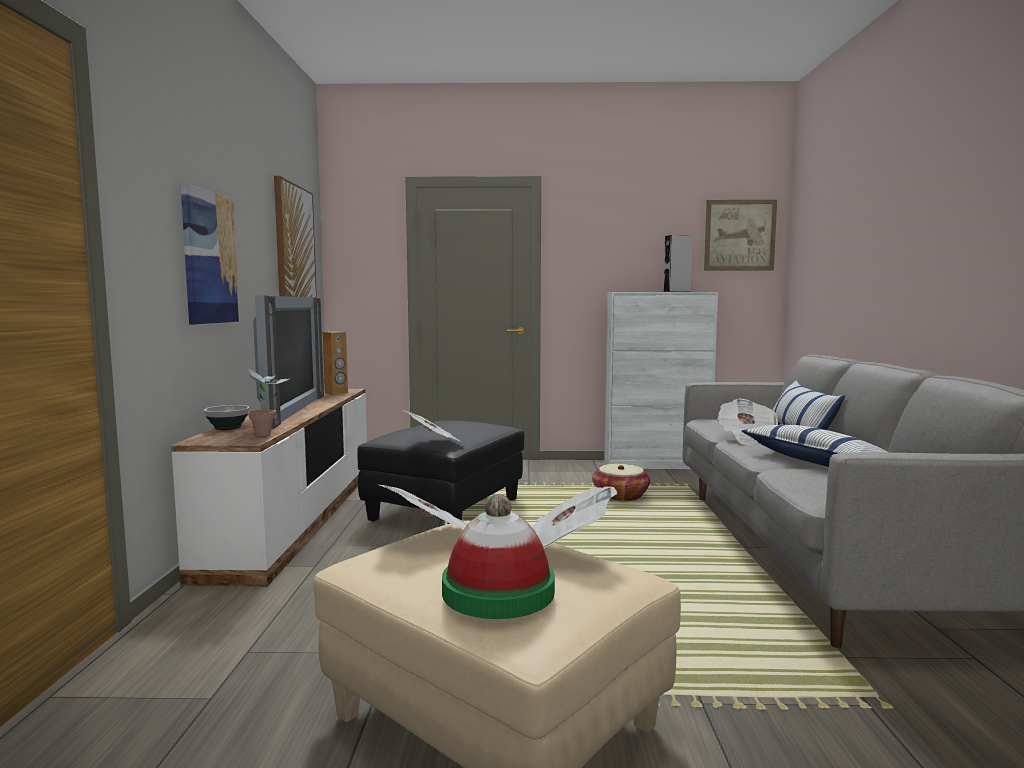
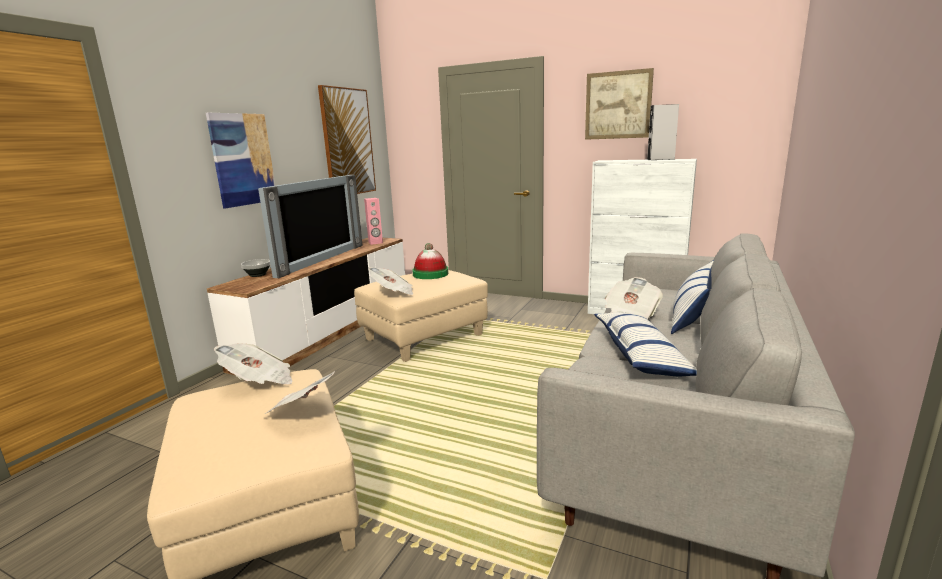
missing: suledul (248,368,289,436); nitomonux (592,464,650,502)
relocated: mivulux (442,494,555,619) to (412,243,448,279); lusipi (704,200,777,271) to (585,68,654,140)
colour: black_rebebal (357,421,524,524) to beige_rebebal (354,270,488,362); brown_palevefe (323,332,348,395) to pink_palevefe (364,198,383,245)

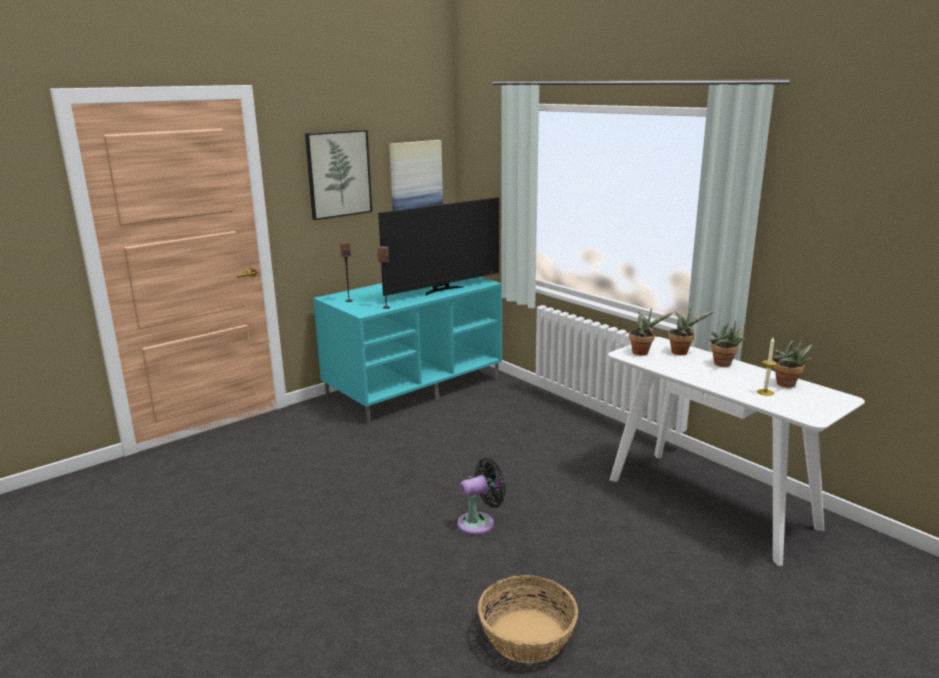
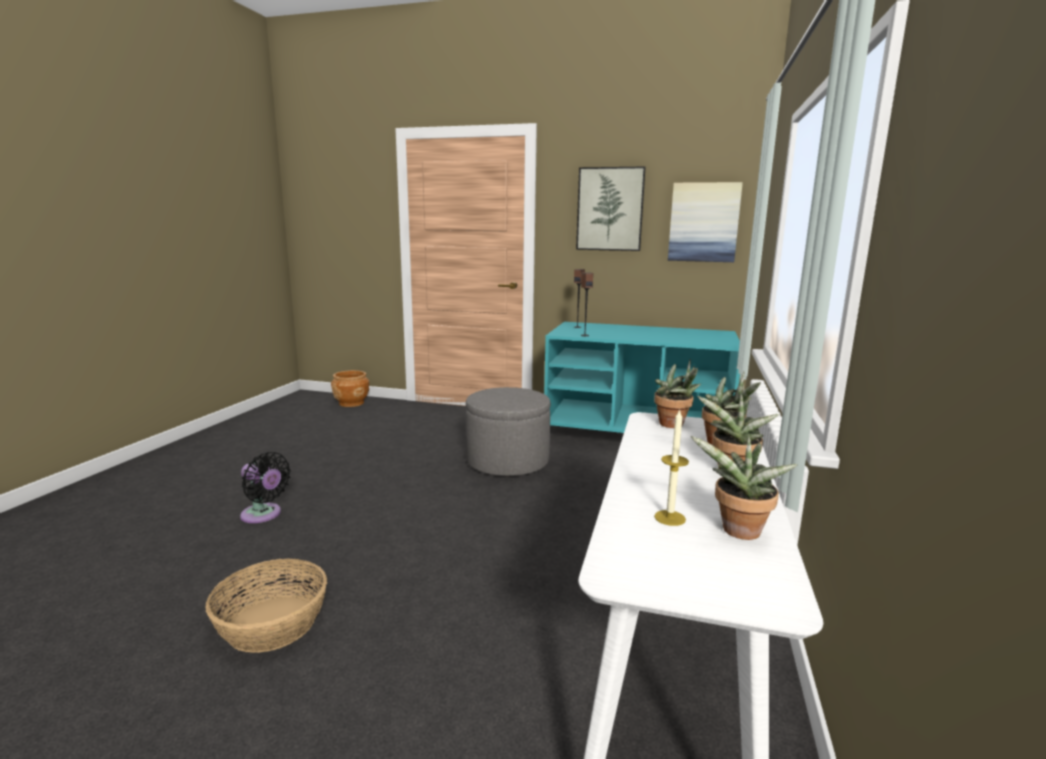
missing: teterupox (378,197,499,296)
appeared: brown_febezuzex (331,370,369,407); grey_rebebal (466,387,551,476)
relocated: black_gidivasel (457,458,506,535) to (240,452,291,523)

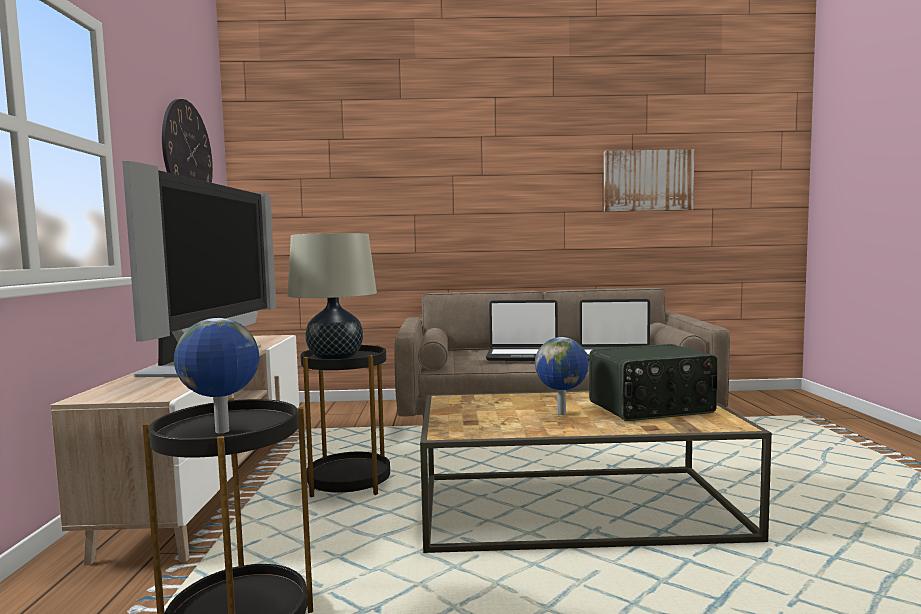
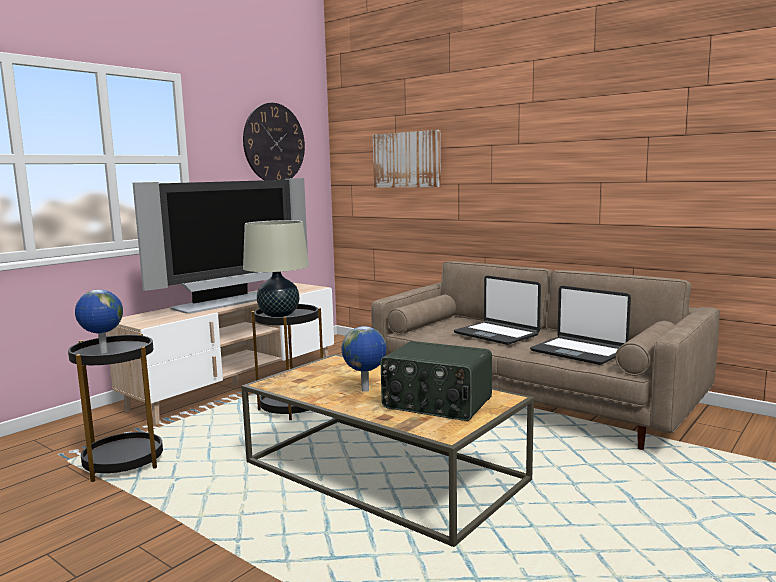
relocated: lusipi (604,149,694,212) to (373,130,441,188)

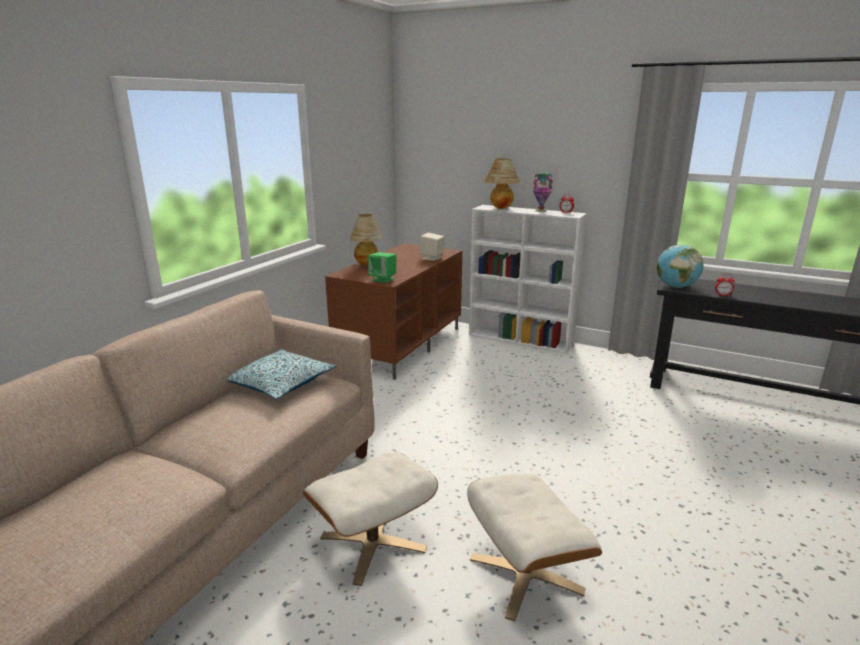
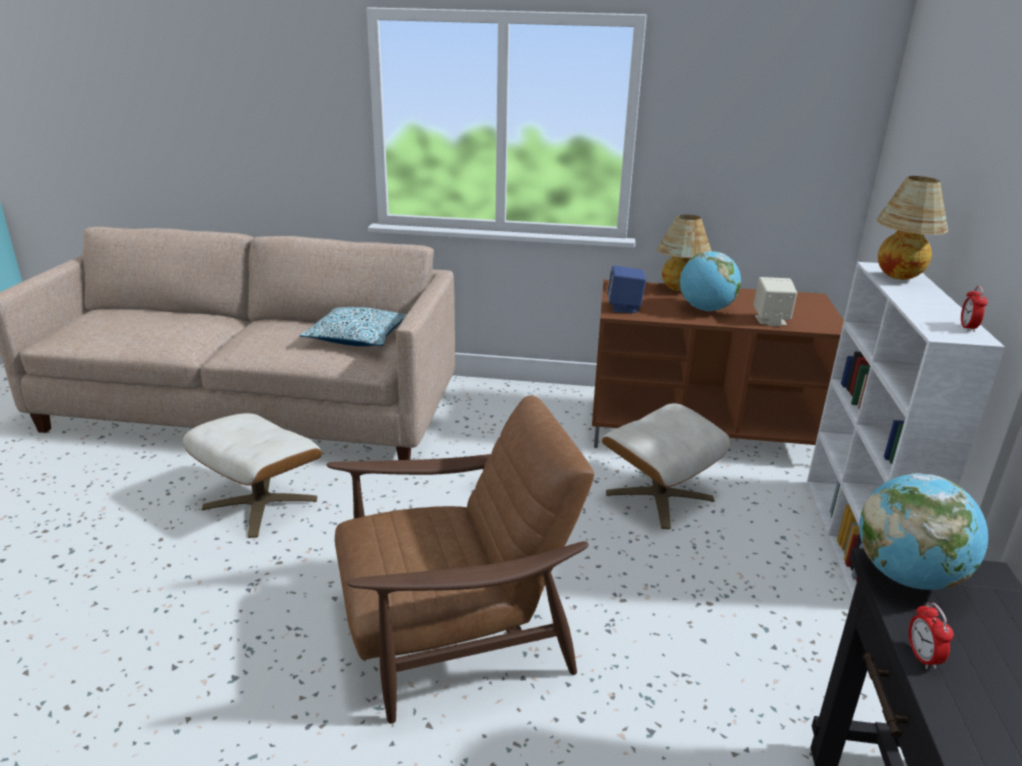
missing: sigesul (533,173,553,212)
appeared: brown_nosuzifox (326,395,594,724); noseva (680,251,741,311)
relocated: beige_rebebal (467,474,602,621) to (602,403,731,529)
colour: green_palevefe (368,252,396,283) to blue_palevefe (607,266,646,313)

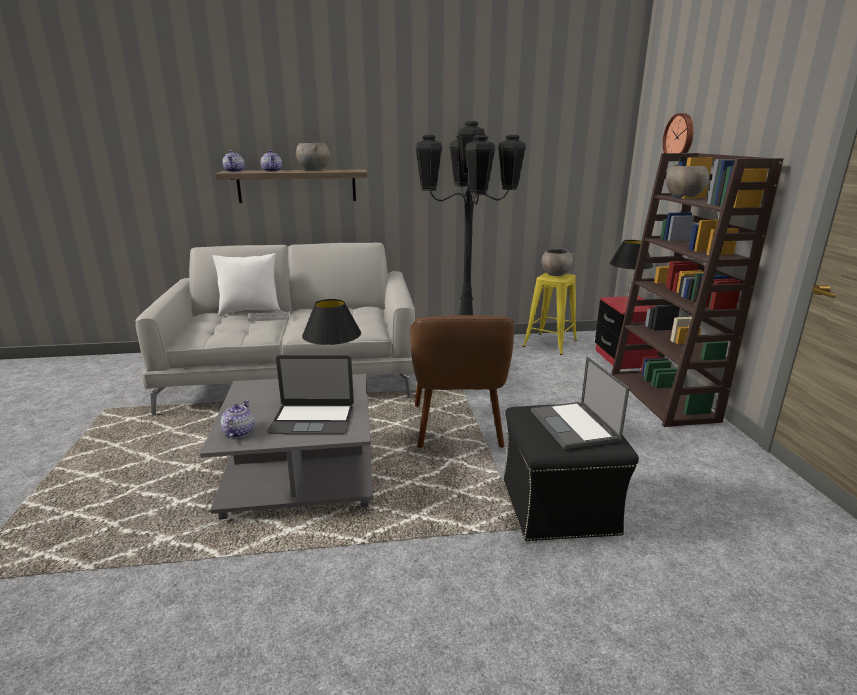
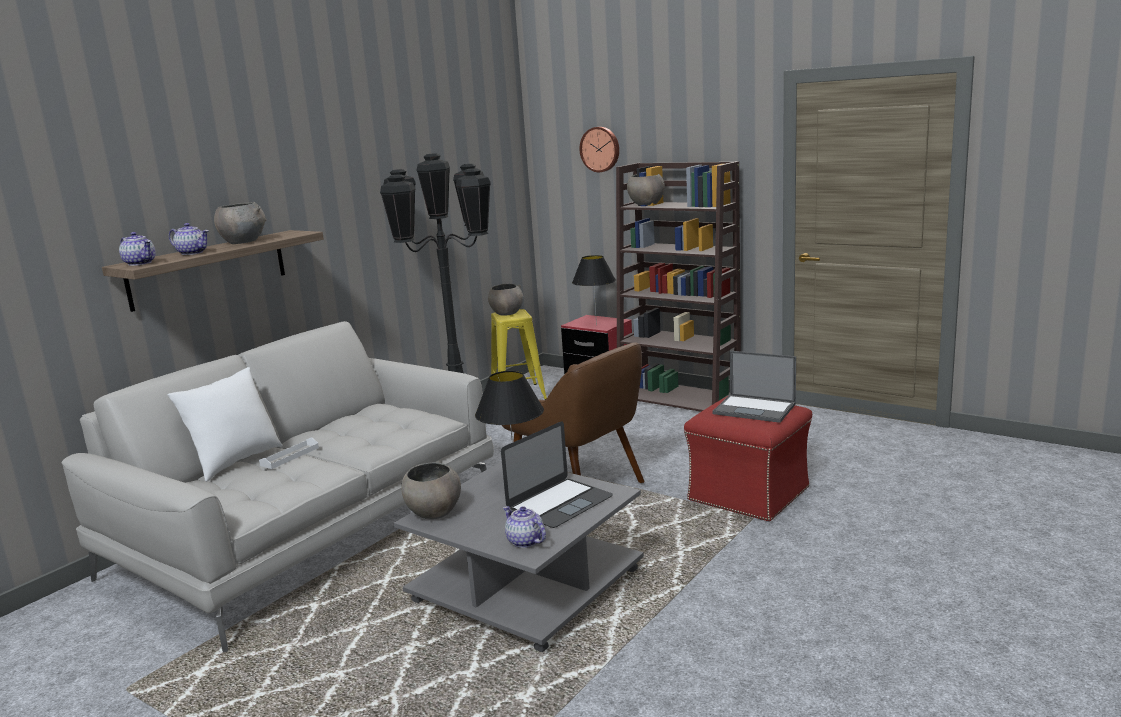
appeared: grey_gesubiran (401,461,461,520)
colour: black_rebebal (503,404,639,541) to red_rebebal (684,396,812,522)

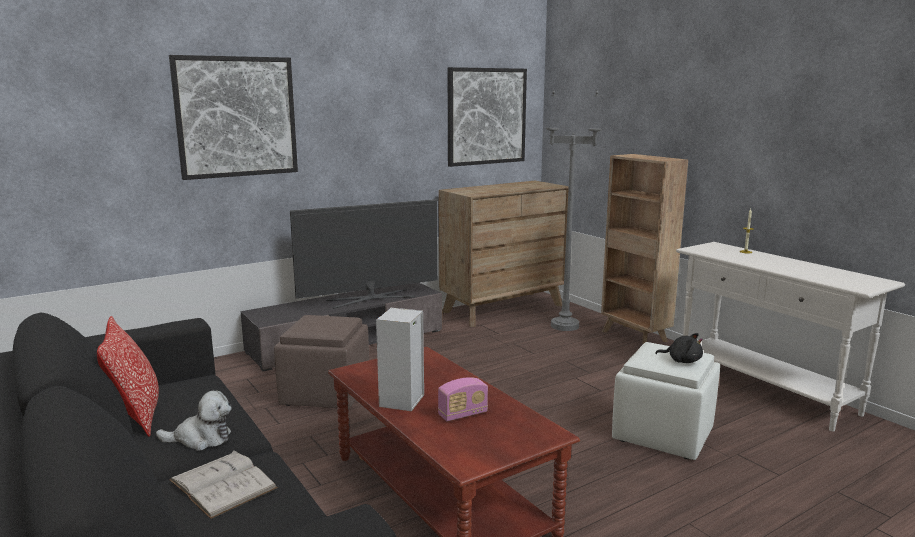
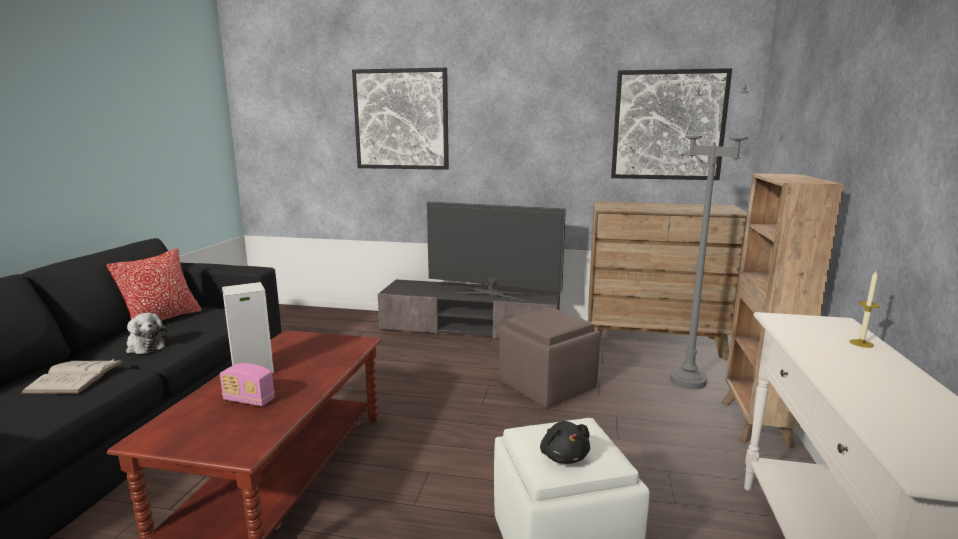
relocated: brown_rebebal (274,315,369,409) to (499,307,600,408)

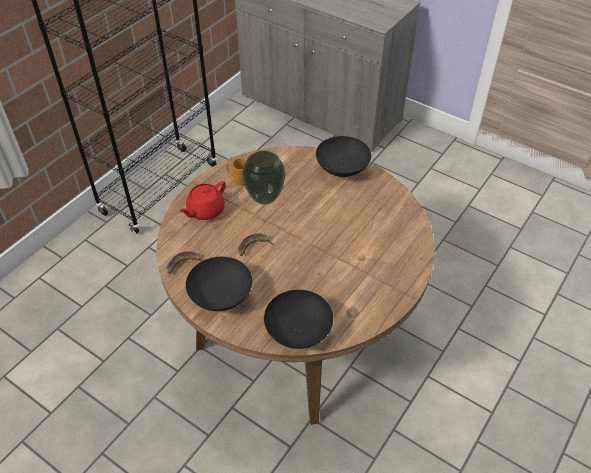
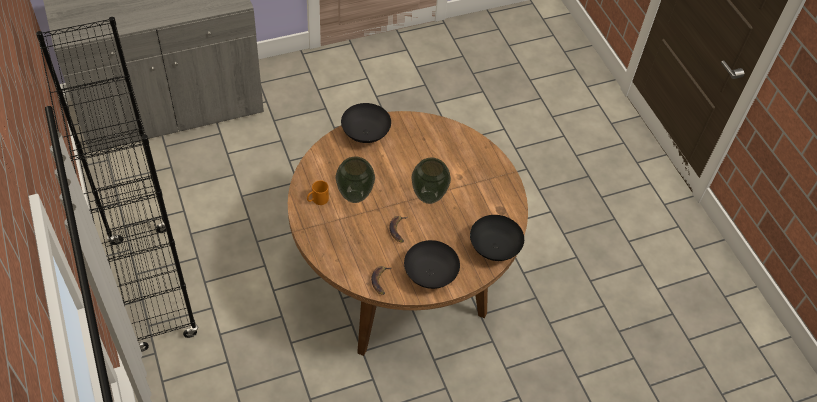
missing: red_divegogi (179,181,226,220)
appeared: sigesul (411,158,451,204)

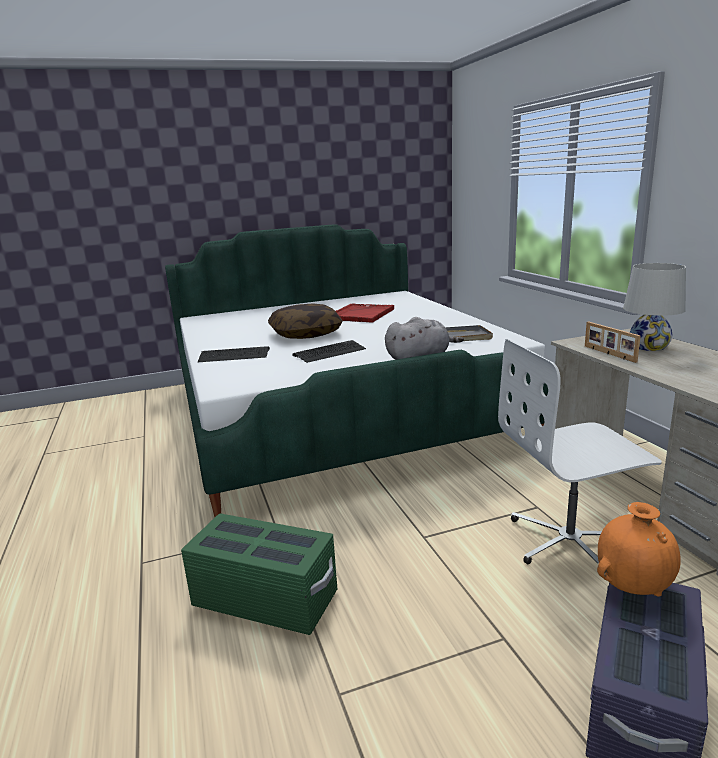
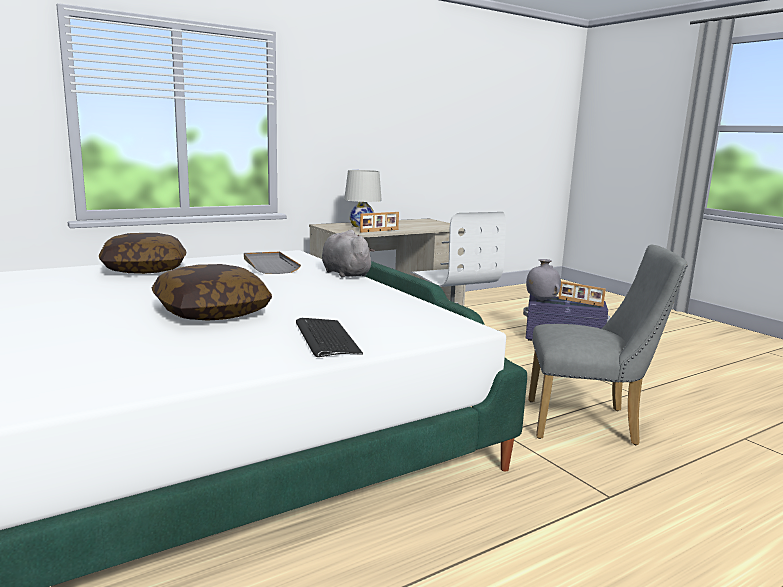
missing: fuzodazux (292,340,366,363); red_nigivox (336,304,394,323)
appeared: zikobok (99,233,186,274); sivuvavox (558,281,606,307)
exchanged: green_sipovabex (181,513,337,635) to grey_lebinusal (528,245,687,445)
colour: orange_sigesul (597,502,681,597) to grey_sigesul (526,259,561,301)

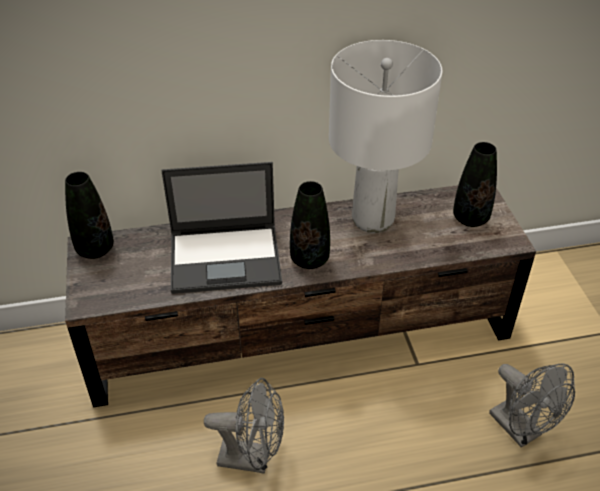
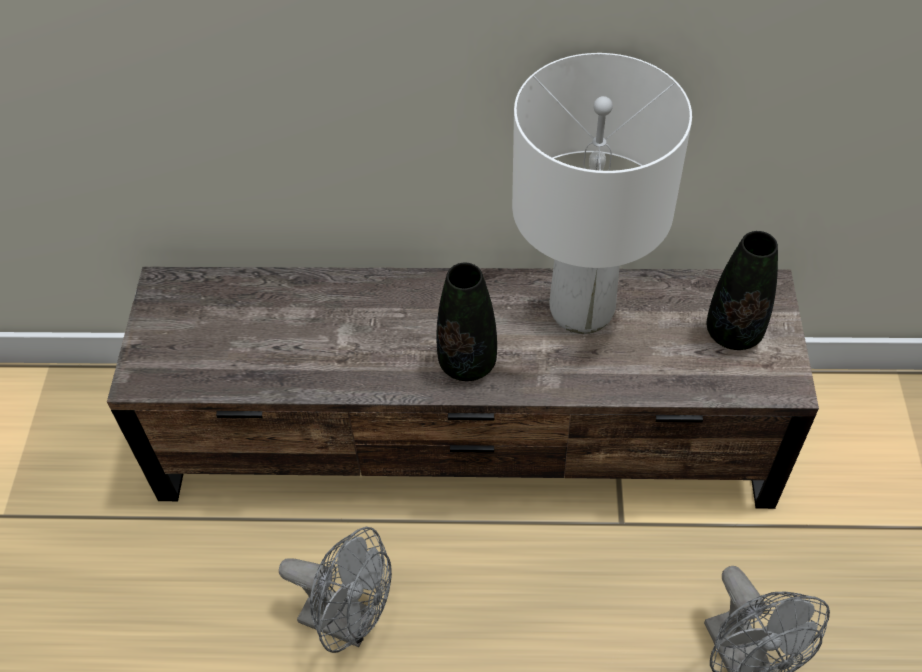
missing: black_sigesul (65,172,114,259); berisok (161,162,282,294)

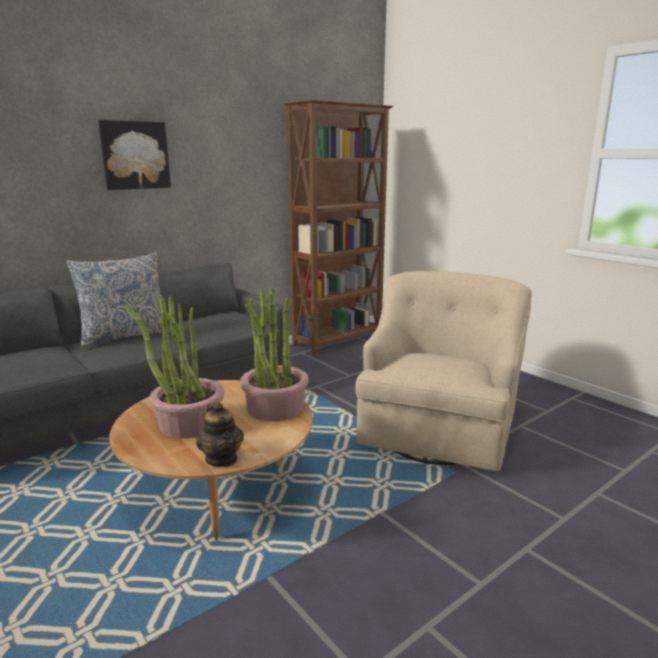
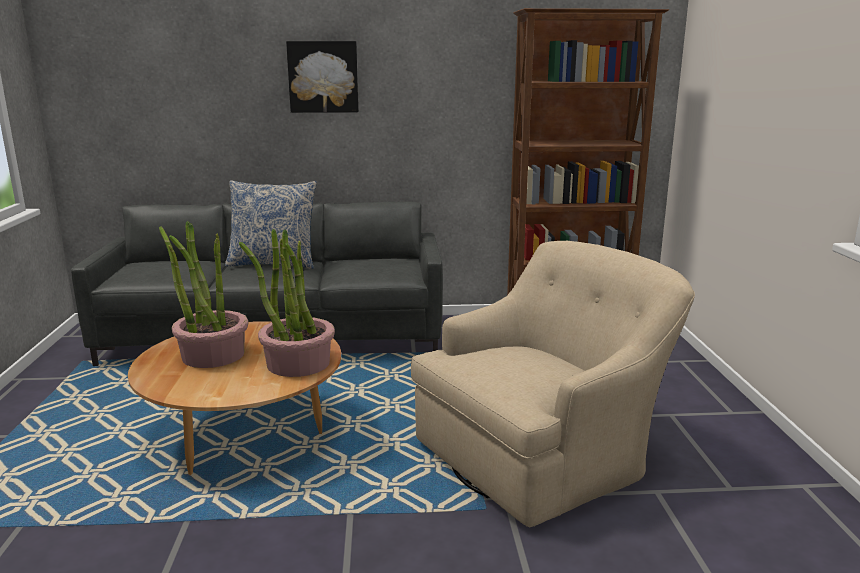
missing: divegogi (196,402,244,467)

